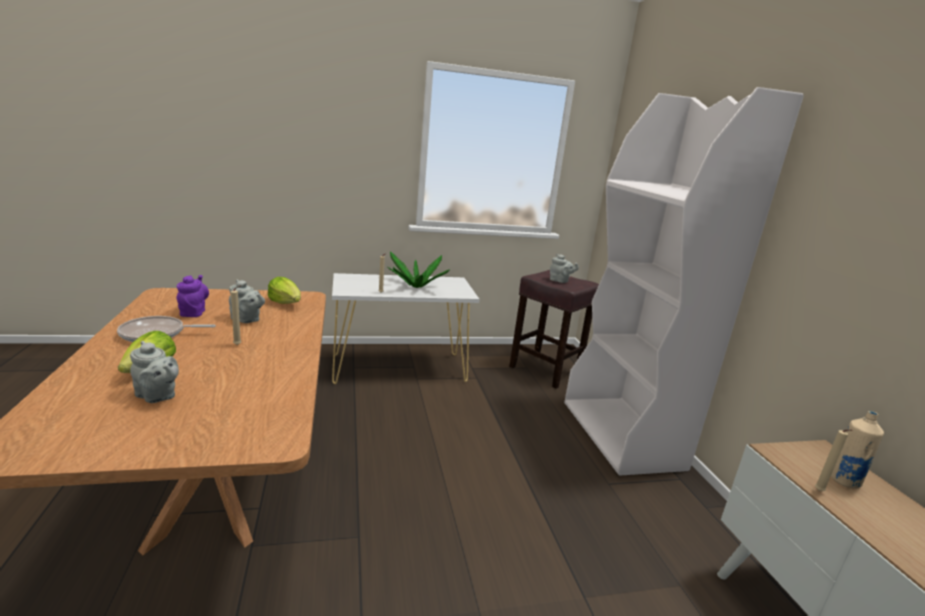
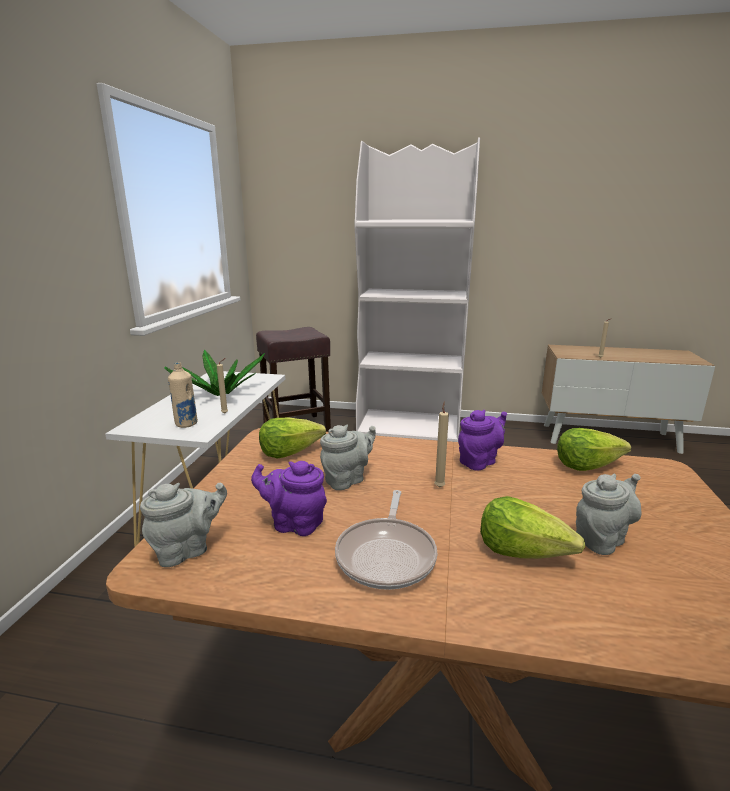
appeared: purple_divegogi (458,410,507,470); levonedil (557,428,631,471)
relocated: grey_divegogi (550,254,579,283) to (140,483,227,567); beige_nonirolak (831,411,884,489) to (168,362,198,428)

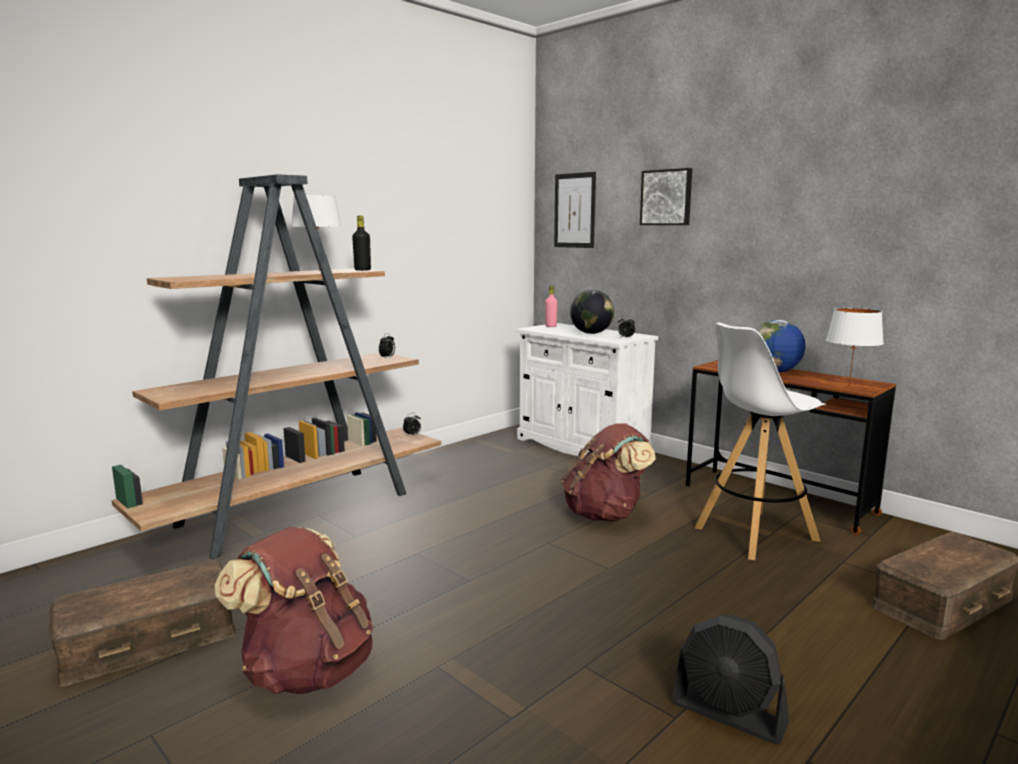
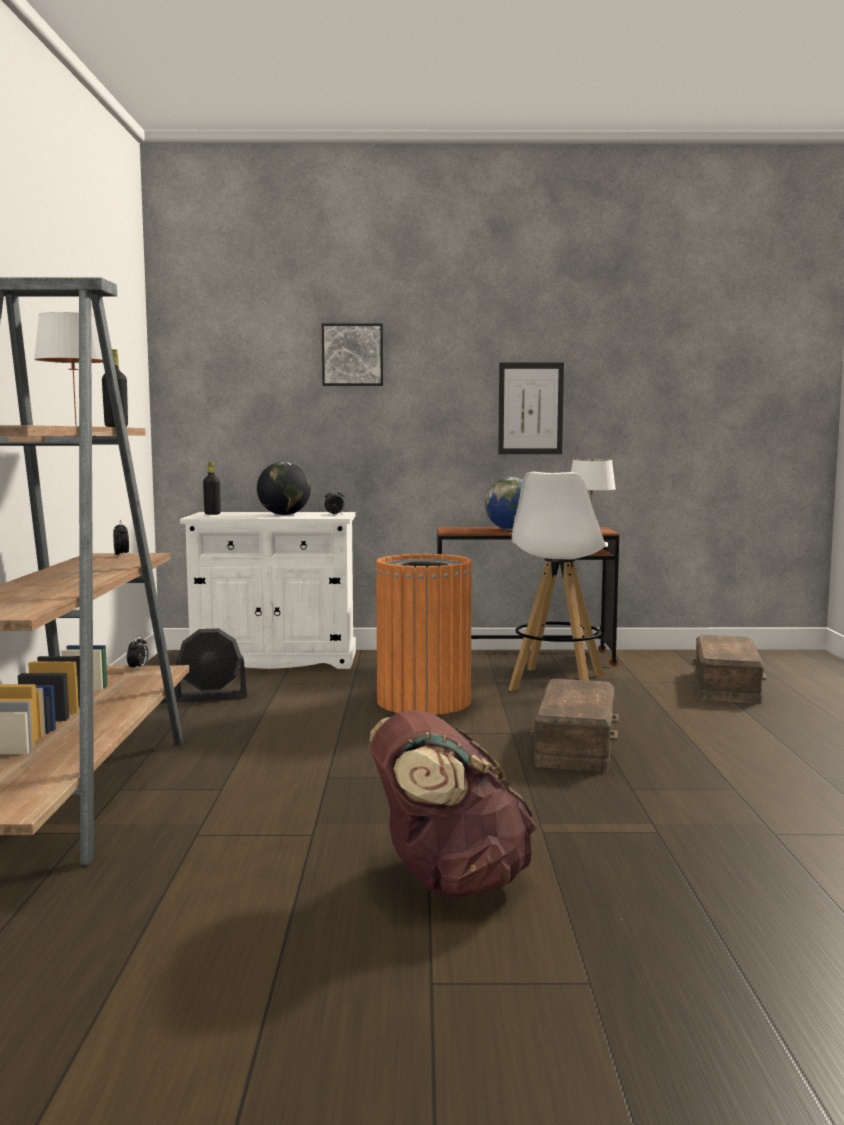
relocated: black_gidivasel (672,615,789,744) to (174,628,247,702); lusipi (554,172,596,248) to (498,362,564,454); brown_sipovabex (49,560,236,687) to (530,679,619,772)
exchanged: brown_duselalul (562,423,656,521) to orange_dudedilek (376,554,473,715)
colour: pink_nonirolak (545,286,558,327) to black_nonirolak (203,461,221,515)

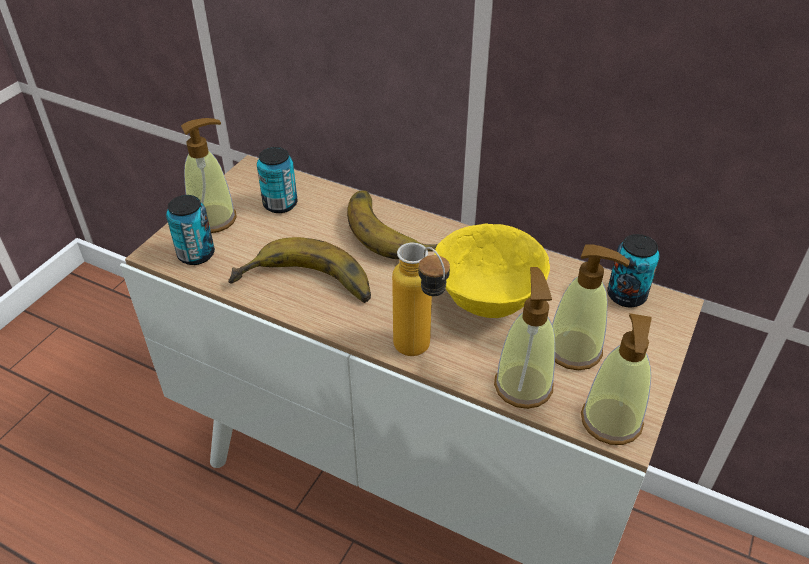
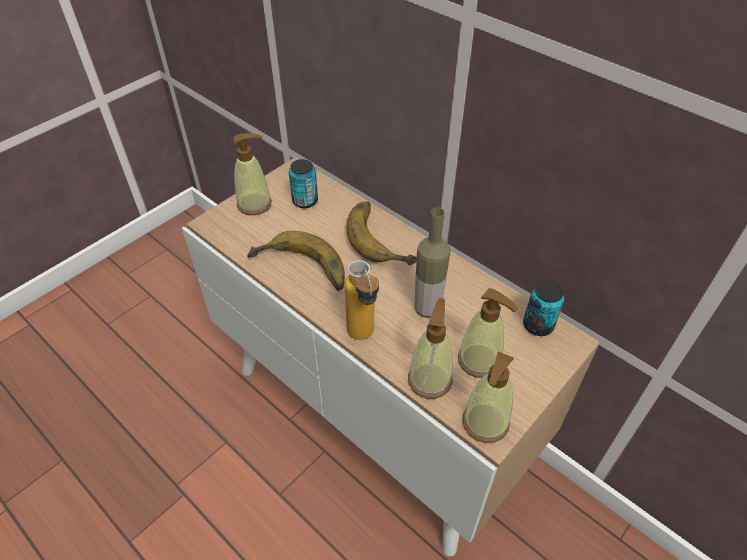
missing: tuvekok (166,195,215,265)
exchanged: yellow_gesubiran (434,223,550,318) to nonirolak (414,208,451,318)

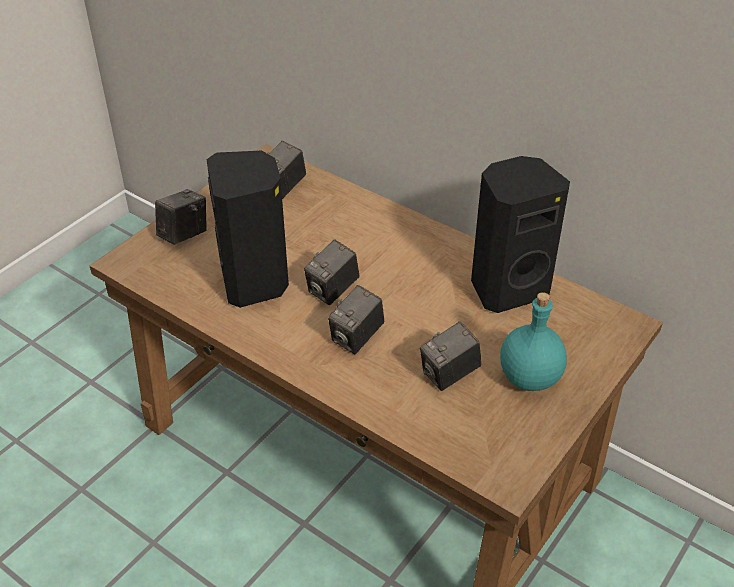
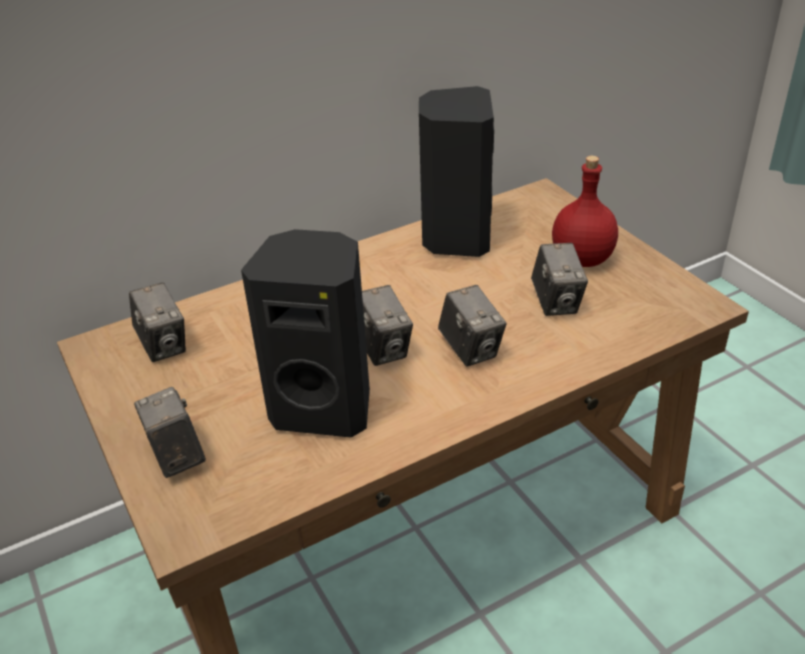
colour: turquoise_nonirolak (500,292,567,391) to red_nonirolak (552,156,618,267)

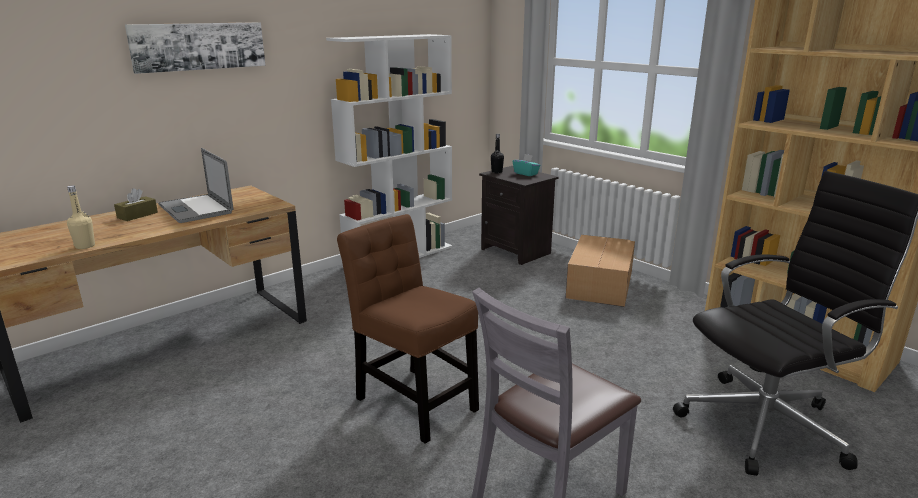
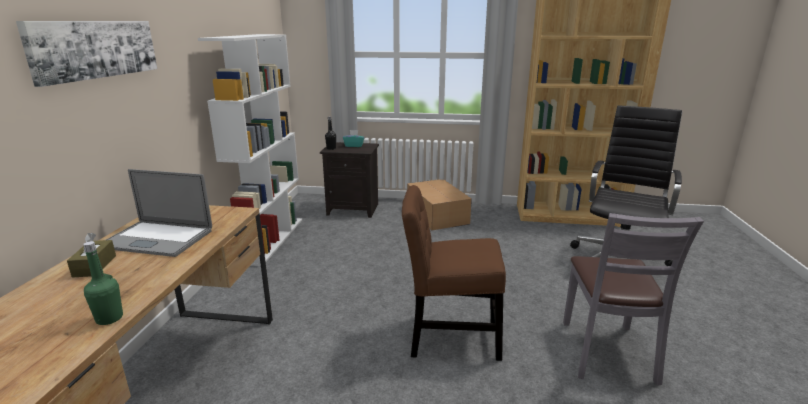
colour: beige_nonirolak (67,185,95,249) to green_nonirolak (83,241,123,325)

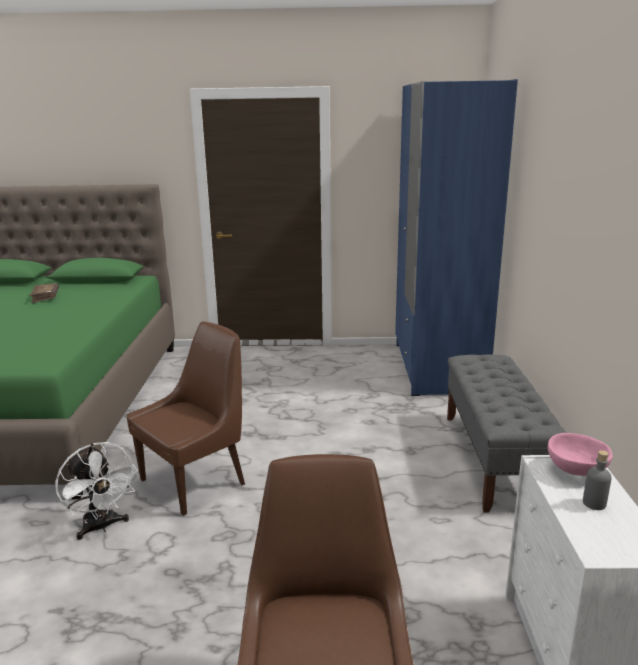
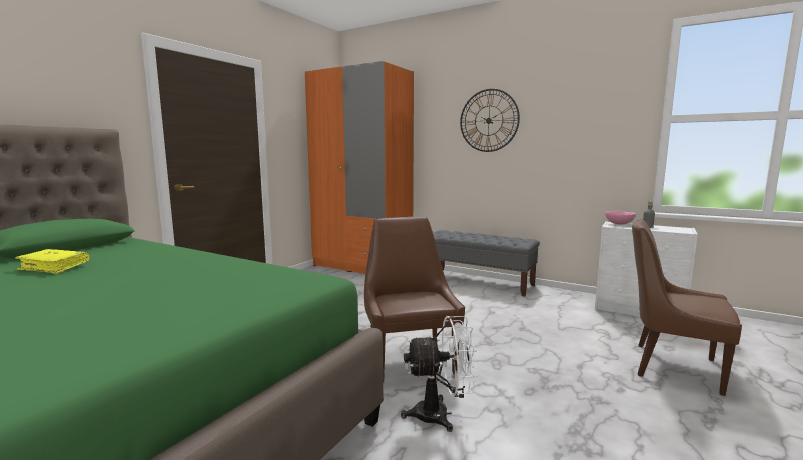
appeared: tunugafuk (460,89,520,152)
colour: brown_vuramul (29,283,59,303) to yellow_vuramul (15,249,89,274); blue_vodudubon (395,79,518,396) to orange_vodudubon (305,61,414,274)

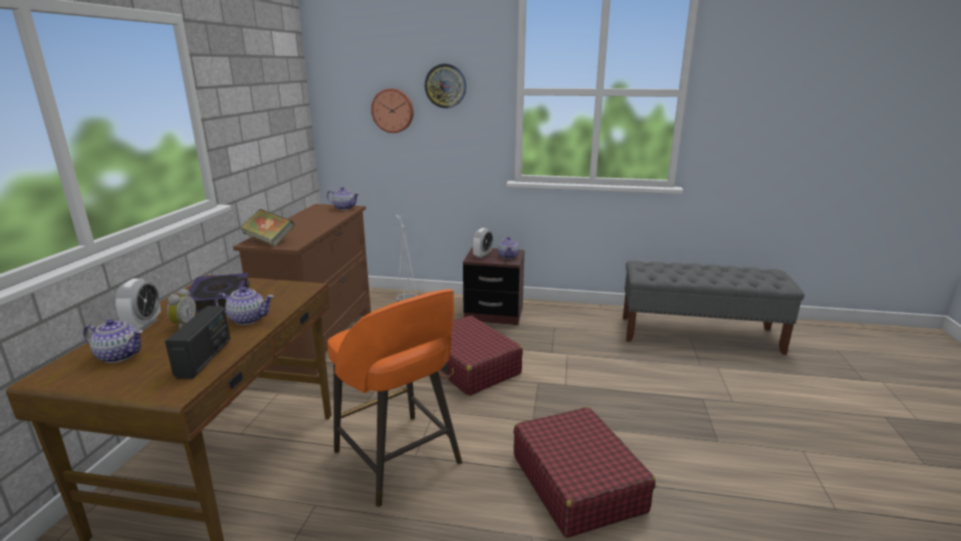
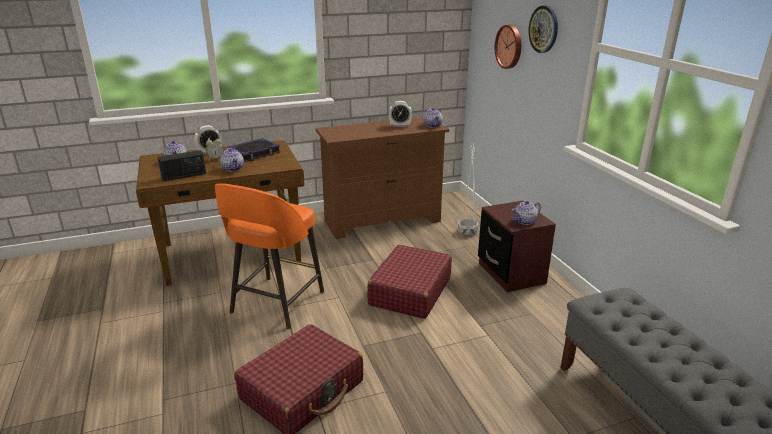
missing: vuramul (240,209,295,247)
relocated: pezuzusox (472,228,493,258) to (389,101,412,127)

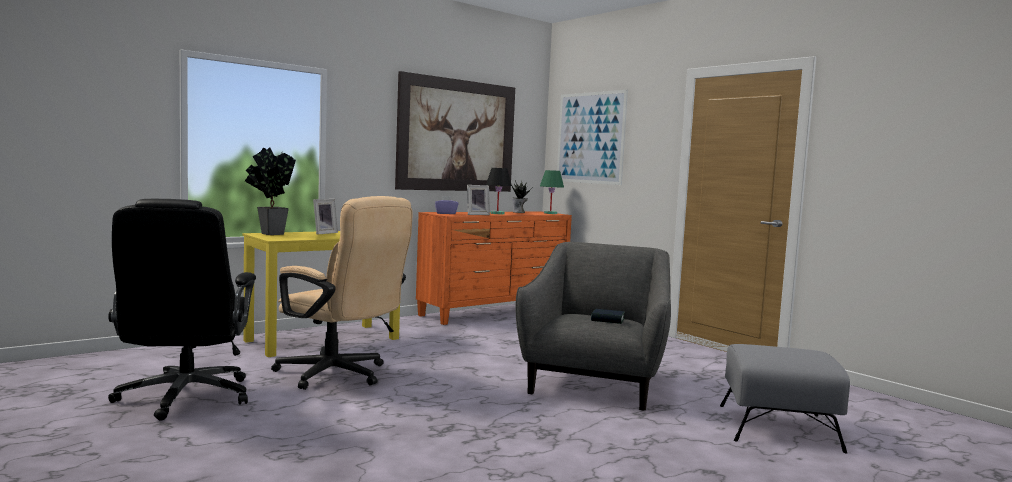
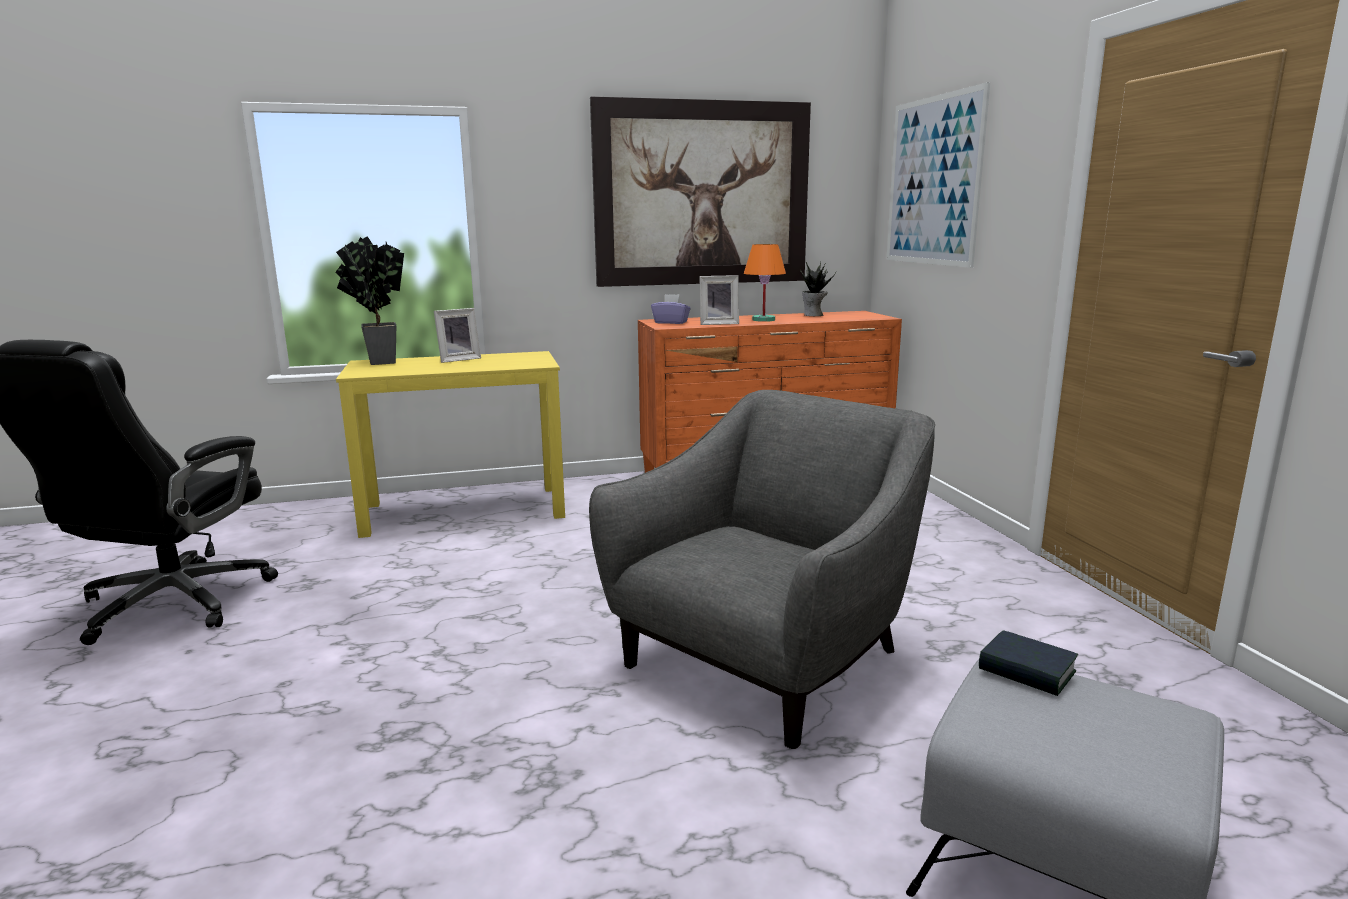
missing: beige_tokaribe (271,196,413,390); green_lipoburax (540,170,564,214)
relocated: vuramul (591,309,625,324) to (979,630,1078,696)
colour: black_lipoburax (486,168,512,214) to orange_lipoburax (744,244,786,322)

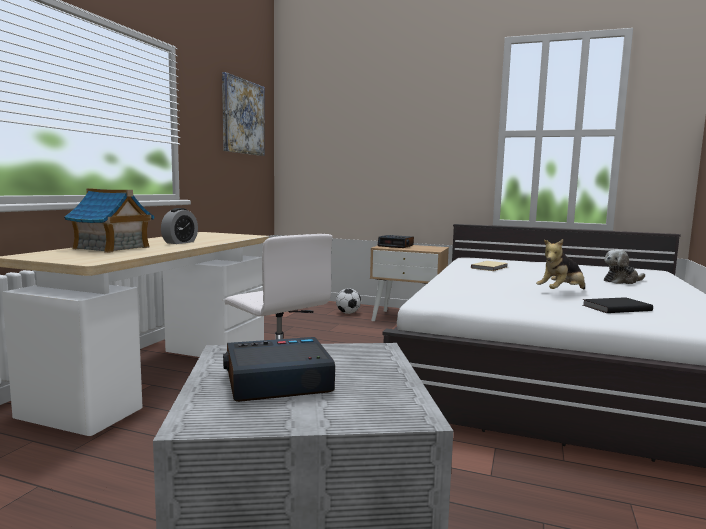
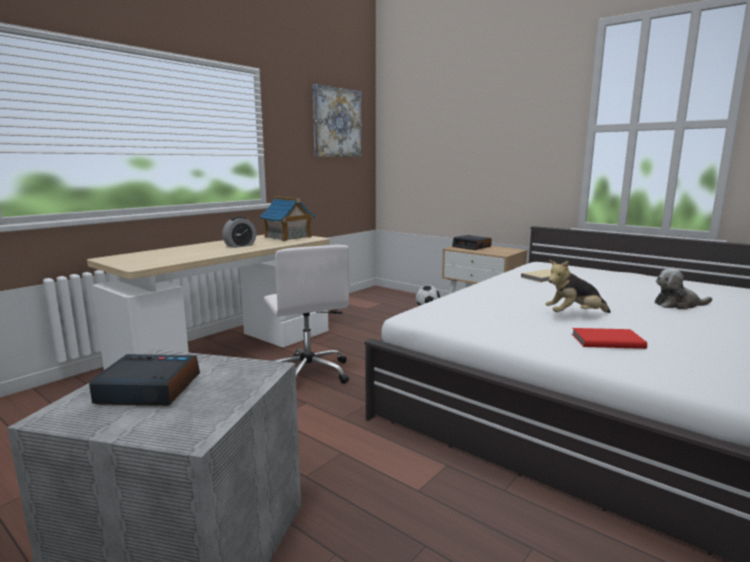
relocated: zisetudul (64,188,154,253) to (259,196,315,241)
colour: black_vuramul (583,297,653,313) to red_vuramul (572,328,647,349)

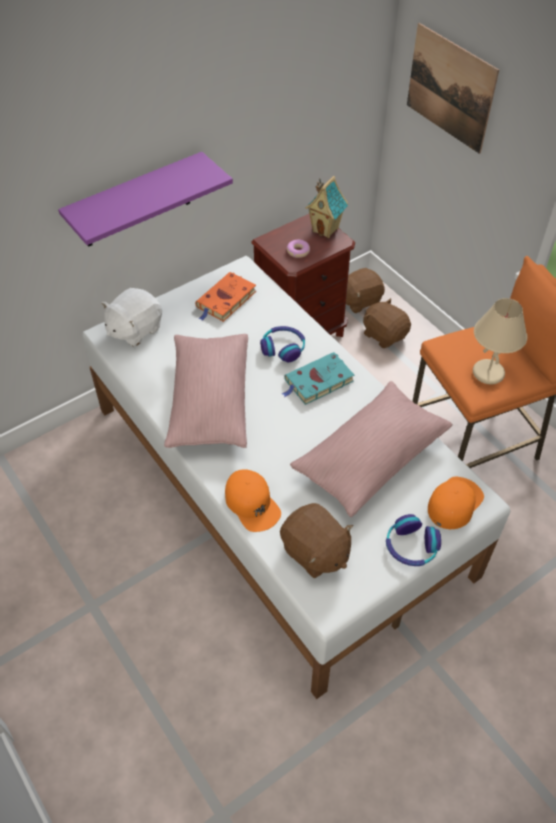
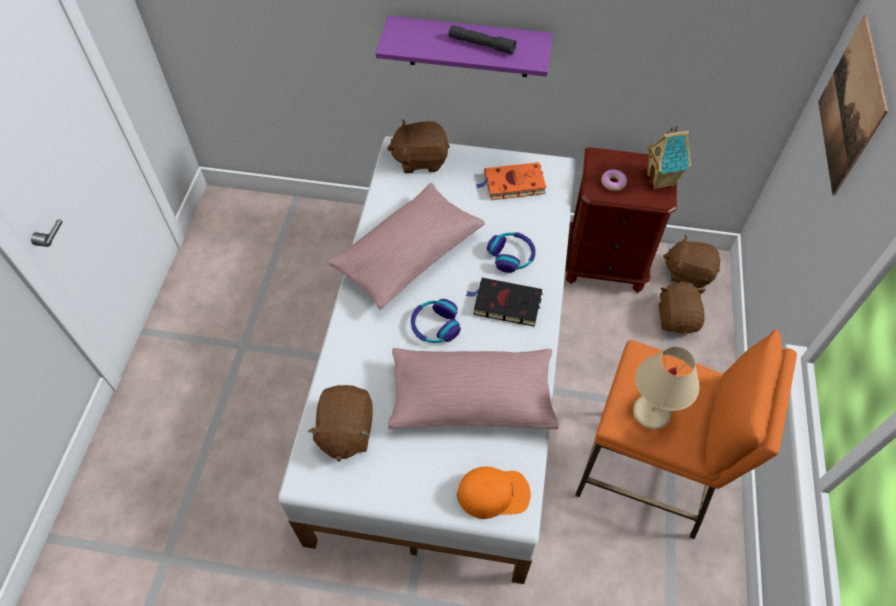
missing: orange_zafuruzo (225,469,281,532)
appeared: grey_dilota (449,25,517,55)
relocated: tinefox (386,514,441,566) to (411,299,461,343)
colour: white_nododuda (102,288,162,347) to brown_nododuda (387,119,450,173); turquoise_vuramul (282,352,354,405) to black_vuramul (466,278,543,327)

